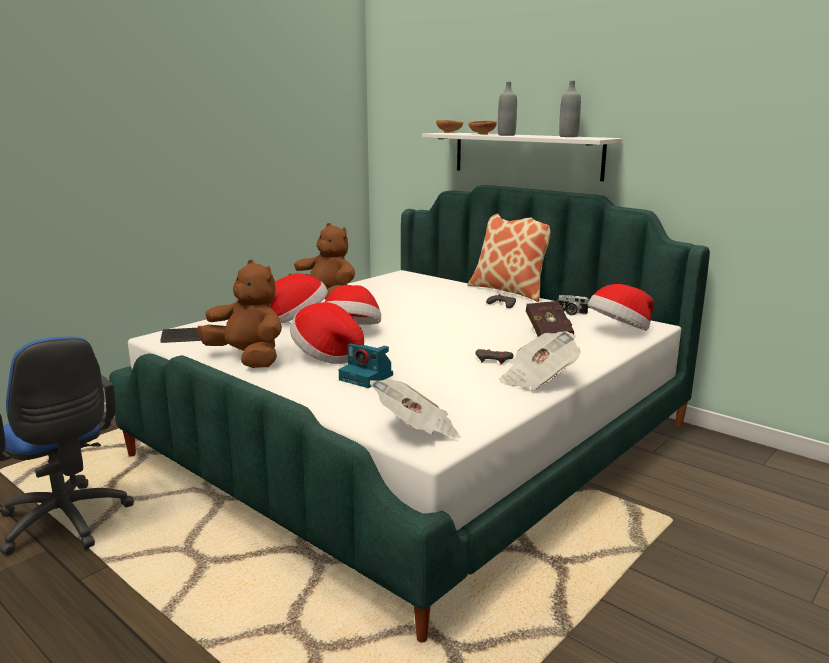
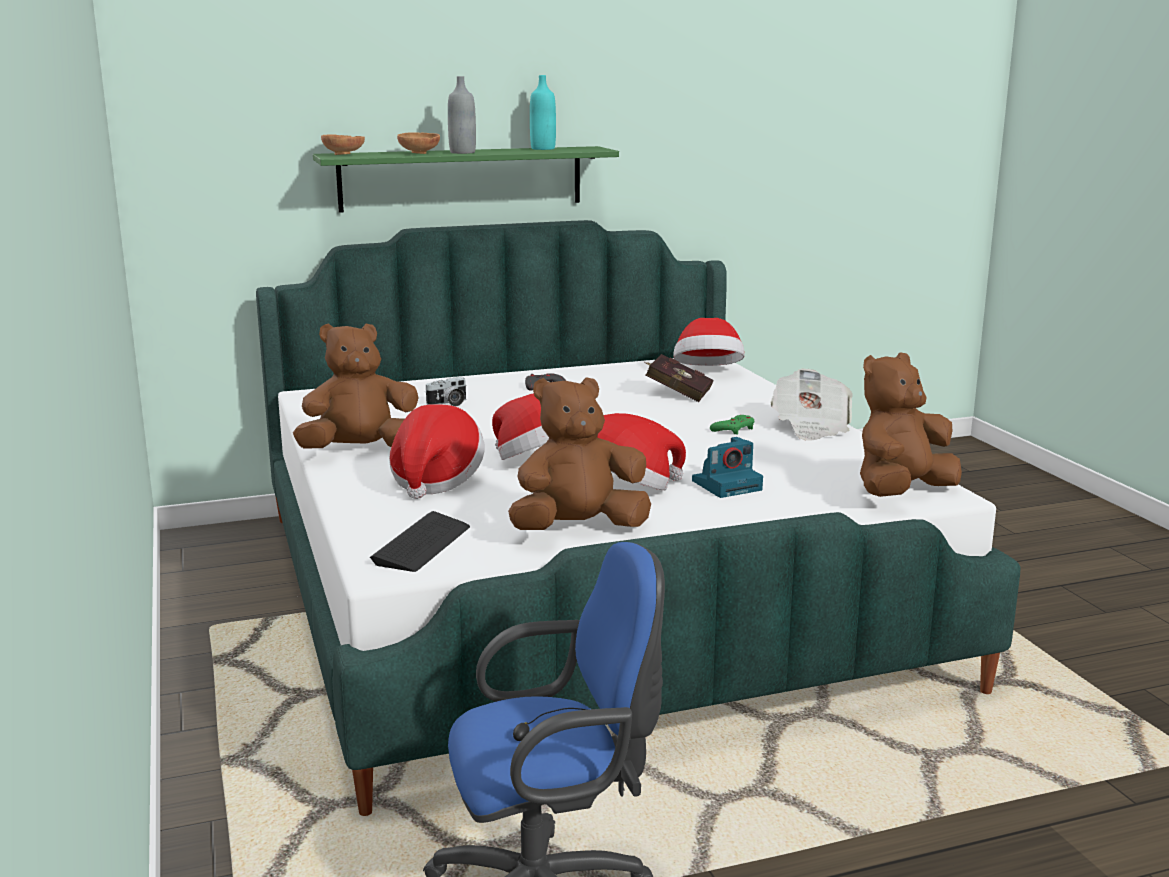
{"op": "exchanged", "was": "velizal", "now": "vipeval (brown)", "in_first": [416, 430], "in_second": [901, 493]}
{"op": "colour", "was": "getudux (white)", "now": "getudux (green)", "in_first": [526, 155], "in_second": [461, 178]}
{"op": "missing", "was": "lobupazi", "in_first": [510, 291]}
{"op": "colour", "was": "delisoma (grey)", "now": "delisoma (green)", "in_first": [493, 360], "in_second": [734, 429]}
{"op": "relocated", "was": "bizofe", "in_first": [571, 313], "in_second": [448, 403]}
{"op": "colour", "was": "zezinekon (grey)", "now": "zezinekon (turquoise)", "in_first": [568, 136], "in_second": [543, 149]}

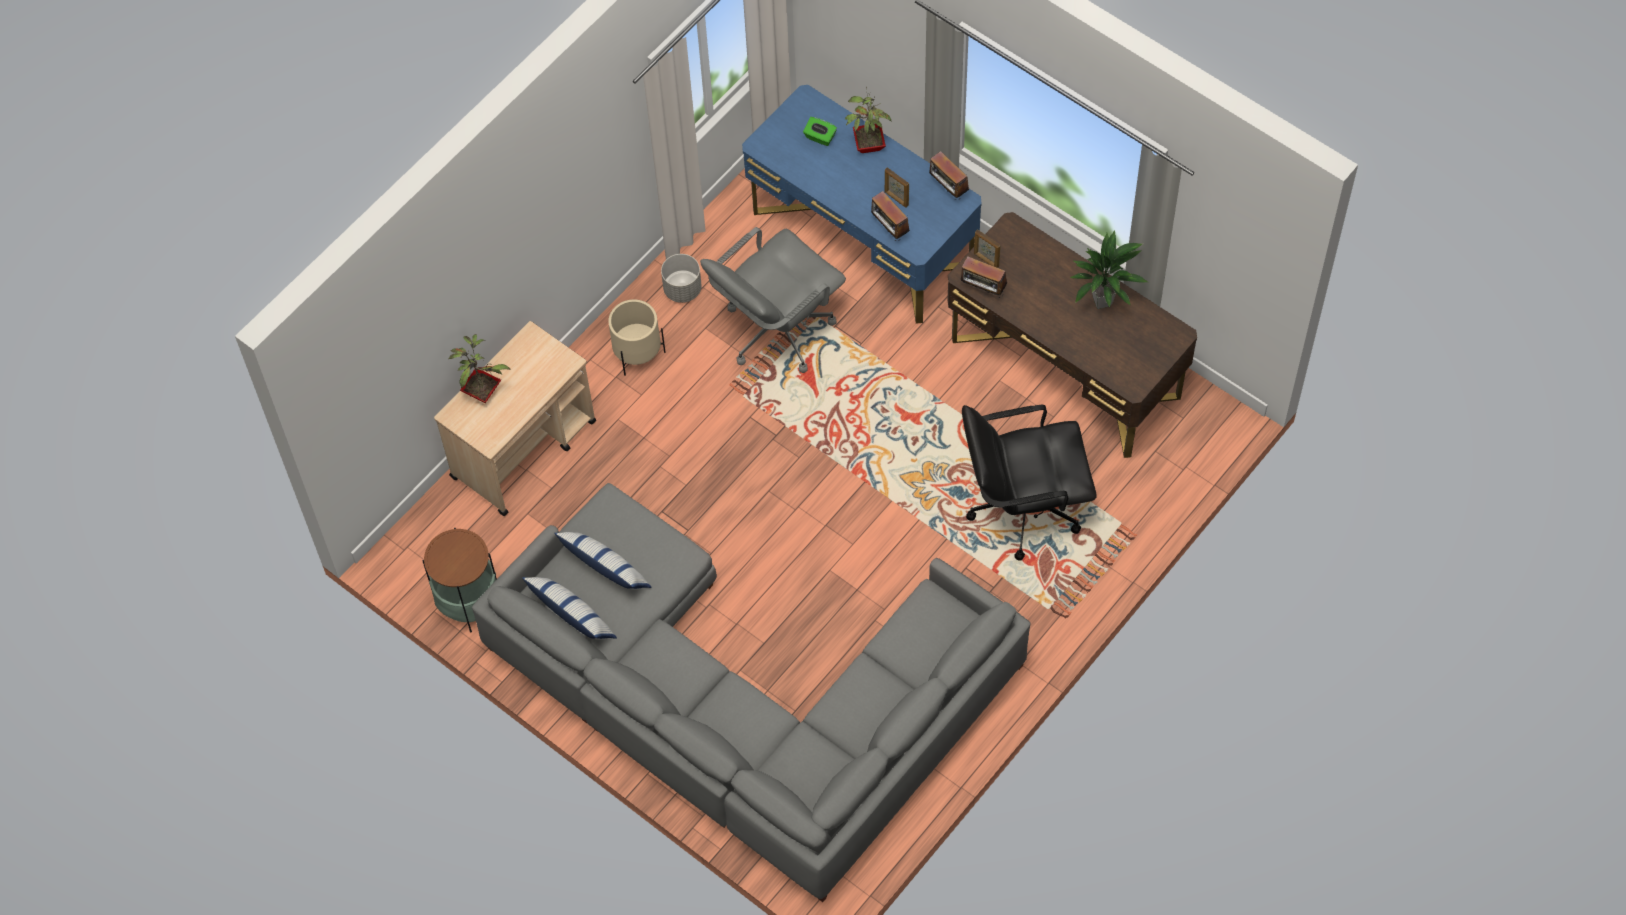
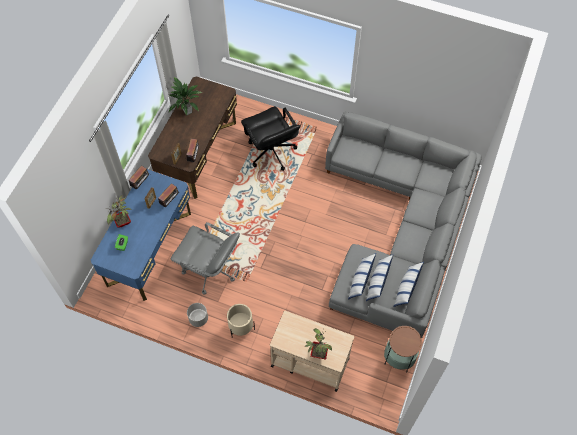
{"op": "appeared", "now": "lobupazi", "in_second": [360, 280]}

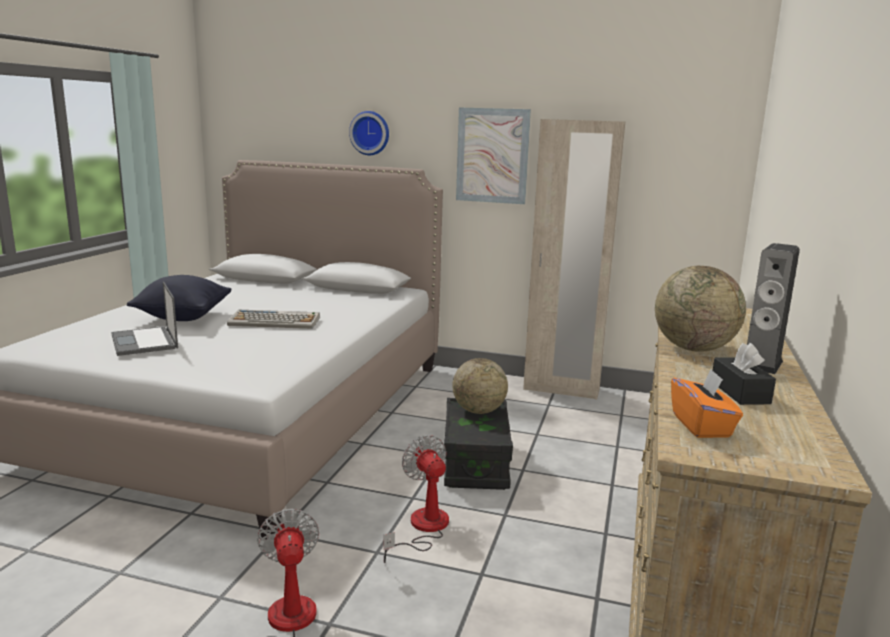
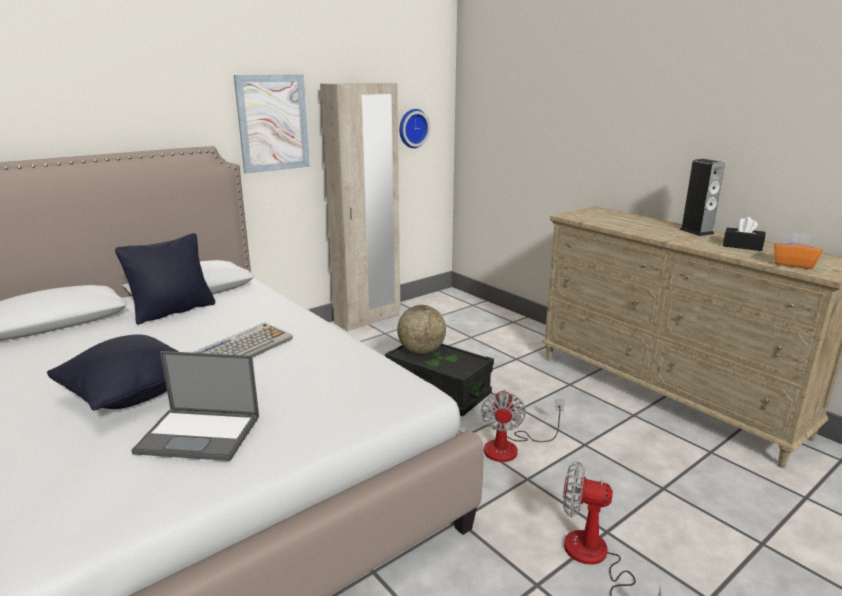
{"op": "relocated", "was": "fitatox", "in_first": [370, 133], "in_second": [412, 128]}
{"op": "spun", "was": "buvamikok", "in_first": [422, 528], "in_second": [511, 447], "clockwise": -90}
{"op": "missing", "was": "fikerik", "in_first": [693, 348]}
{"op": "appeared", "now": "lobupazi (black)", "in_second": [173, 311]}

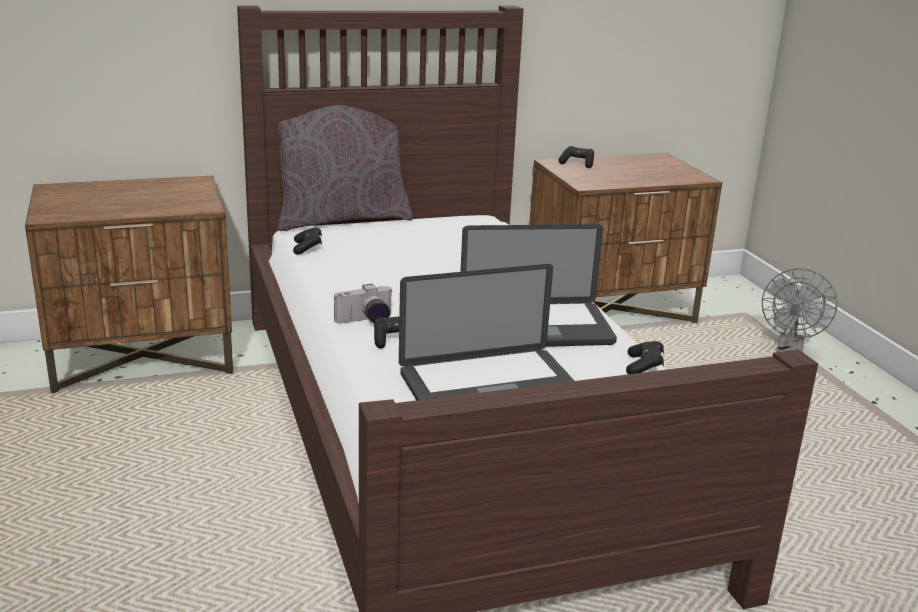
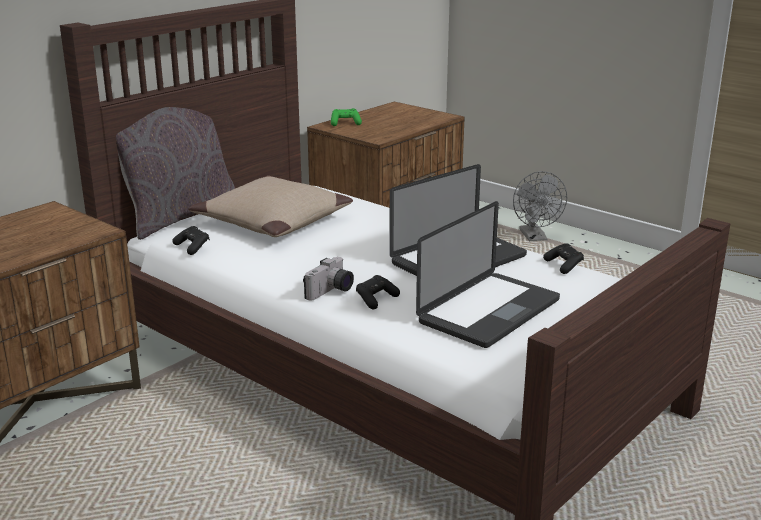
{"op": "colour", "was": "delisoma (black)", "now": "delisoma (green)", "in_first": [577, 164], "in_second": [345, 123]}
{"op": "appeared", "now": "lobupazi (beige)", "in_second": [272, 221]}

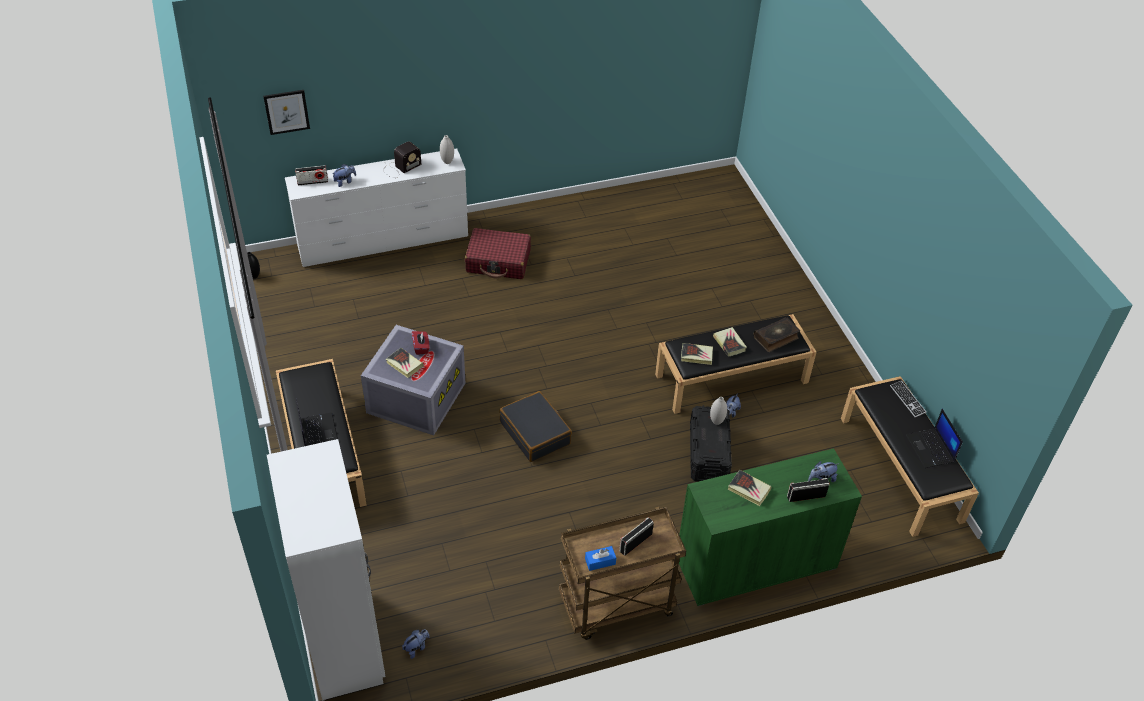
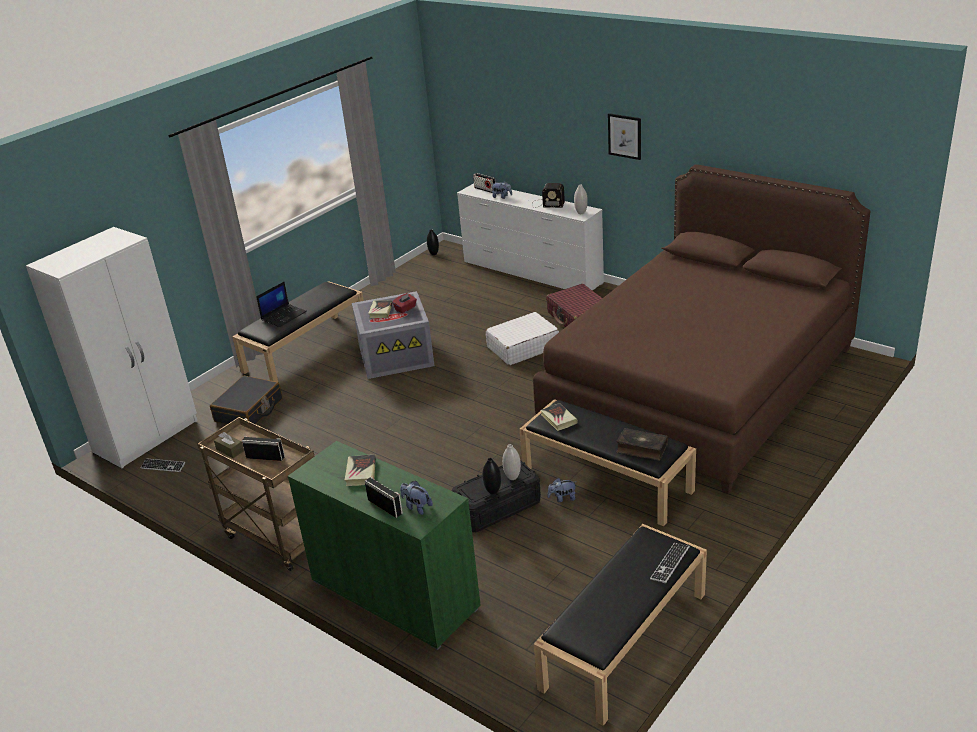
{"op": "relocated", "was": "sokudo", "in_first": [286, 111], "in_second": [625, 136]}
{"op": "exchanged", "was": "vipeval", "now": "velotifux", "in_first": [416, 648], "in_second": [163, 466]}
{"op": "relocated", "was": "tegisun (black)", "in_first": [535, 433], "in_second": [249, 410]}
{"op": "colour", "was": "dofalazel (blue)", "now": "dofalazel (brown)", "in_first": [600, 561], "in_second": [230, 450]}
{"op": "missing", "was": "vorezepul", "in_first": [729, 343]}
{"op": "missing", "was": "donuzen", "in_first": [931, 449]}
{"op": "appeared", "now": "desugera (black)", "in_second": [493, 491]}
{"op": "appeared", "now": "tegisun (white)", "in_second": [522, 347]}
{"op": "appeared", "now": "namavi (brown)", "in_second": [700, 386]}

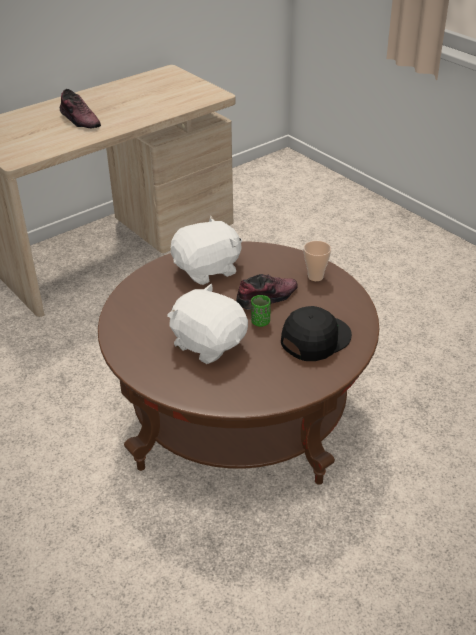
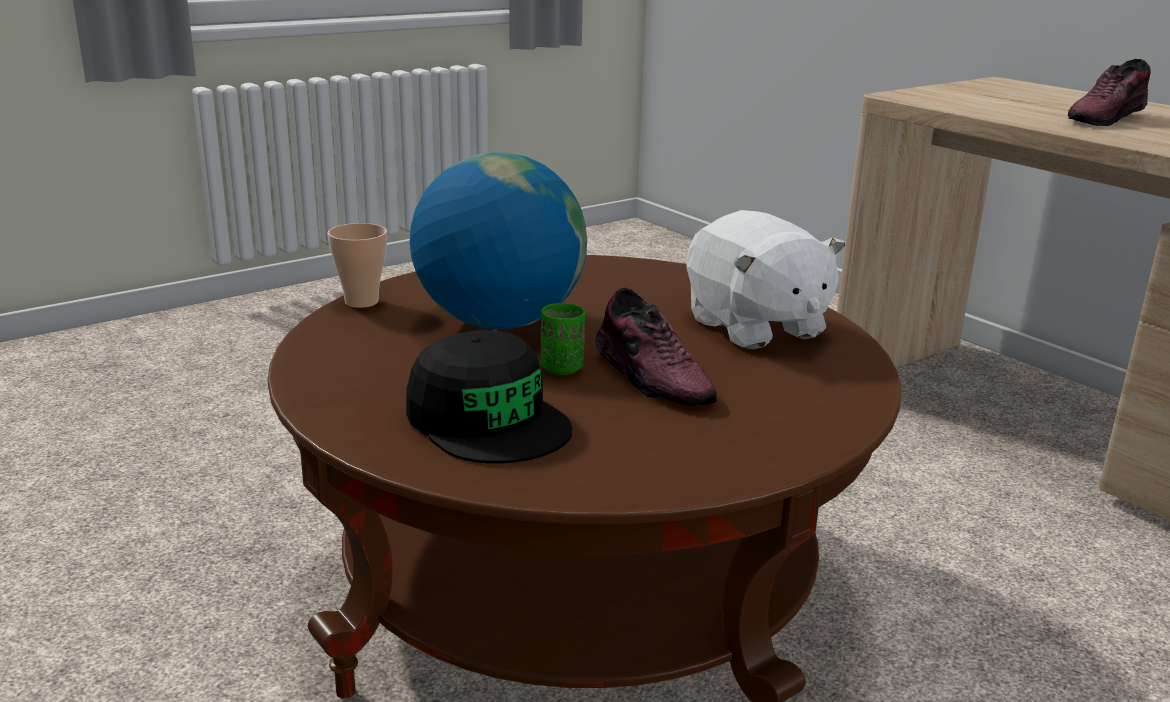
{"op": "exchanged", "was": "vipeval (white)", "now": "fikerik", "in_first": [208, 344], "in_second": [498, 323]}
{"op": "relocated", "was": "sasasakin", "in_first": [315, 277], "in_second": [361, 302]}

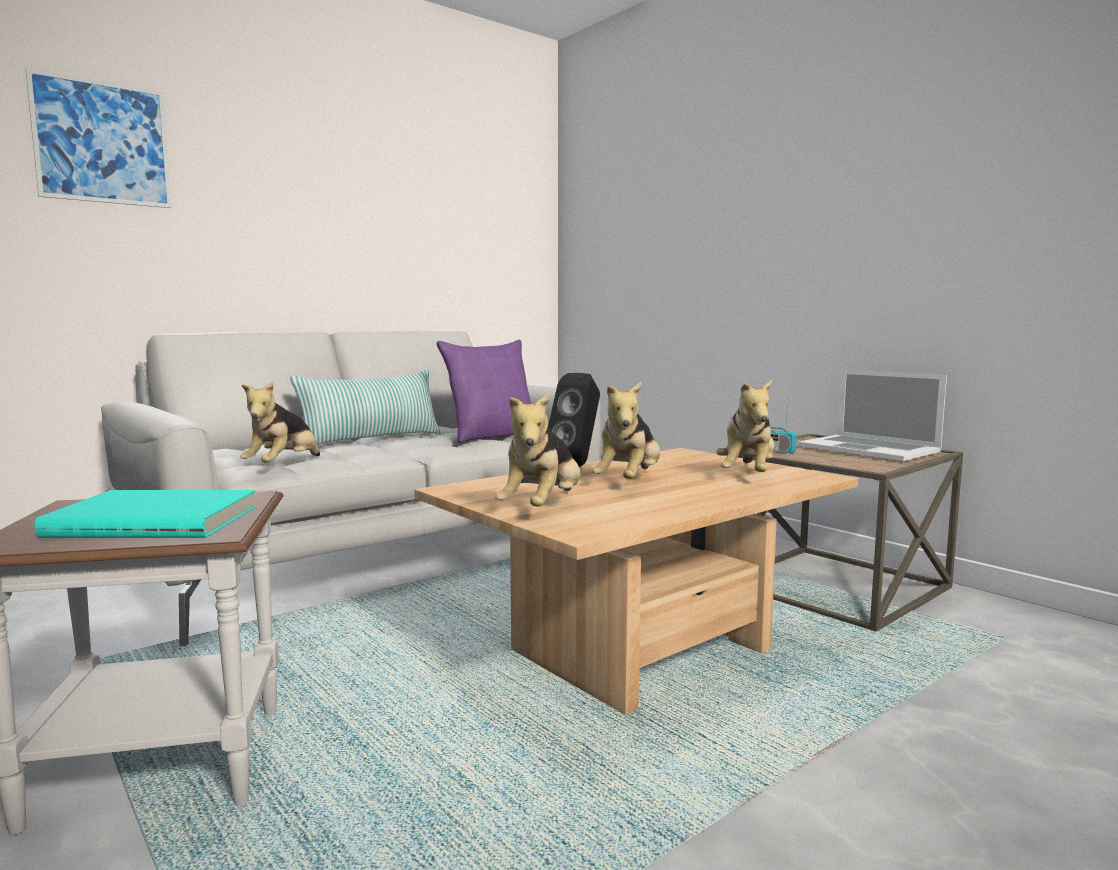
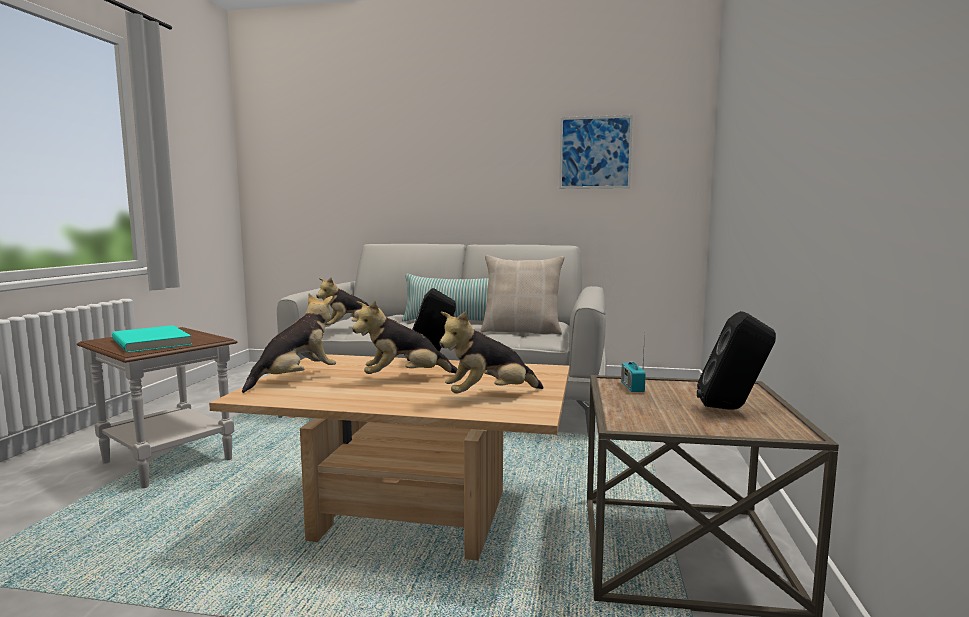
{"op": "relocated", "was": "sokudo", "in_first": [102, 142], "in_second": [595, 152]}
{"op": "colour", "was": "lobupazi (purple)", "now": "lobupazi (beige)", "in_first": [492, 436], "in_second": [522, 331]}
{"op": "spun", "was": "vipeval", "in_first": [543, 508], "in_second": [296, 379], "clockwise": 150}
{"op": "exchanged", "was": "donuzen", "now": "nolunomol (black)", "in_first": [868, 448], "in_second": [732, 409]}

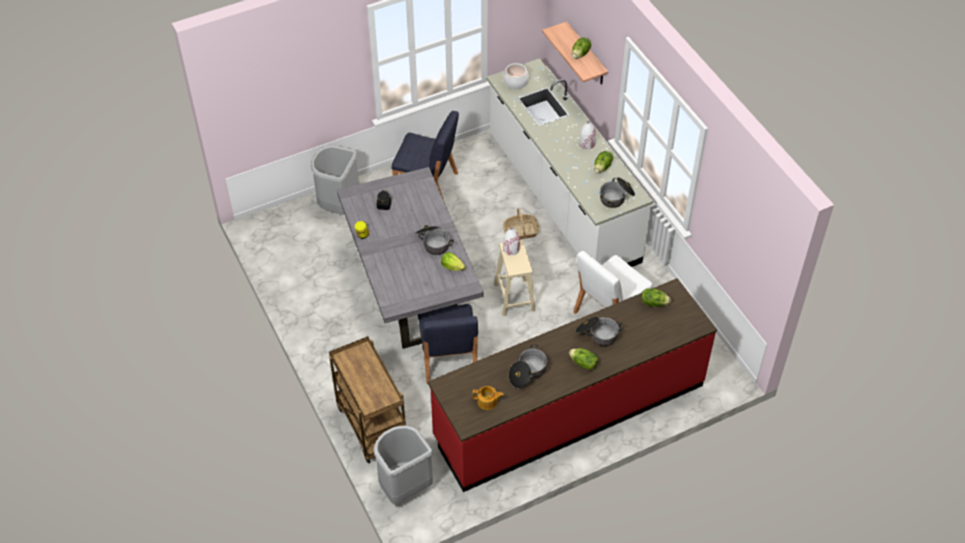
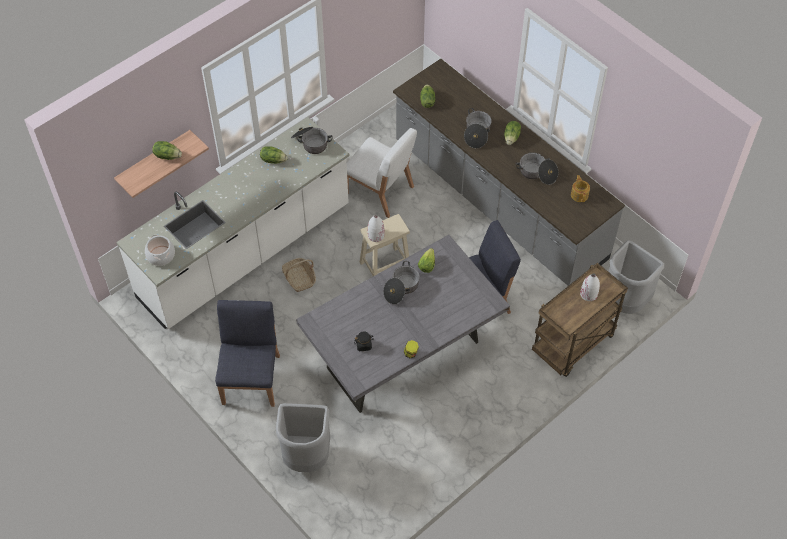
{"op": "colour", "was": "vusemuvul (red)", "now": "vusemuvul (grey)", "in_first": [569, 411], "in_second": [498, 201]}
{"op": "relocated", "was": "desugera (white)", "in_first": [587, 143], "in_second": [588, 294]}

